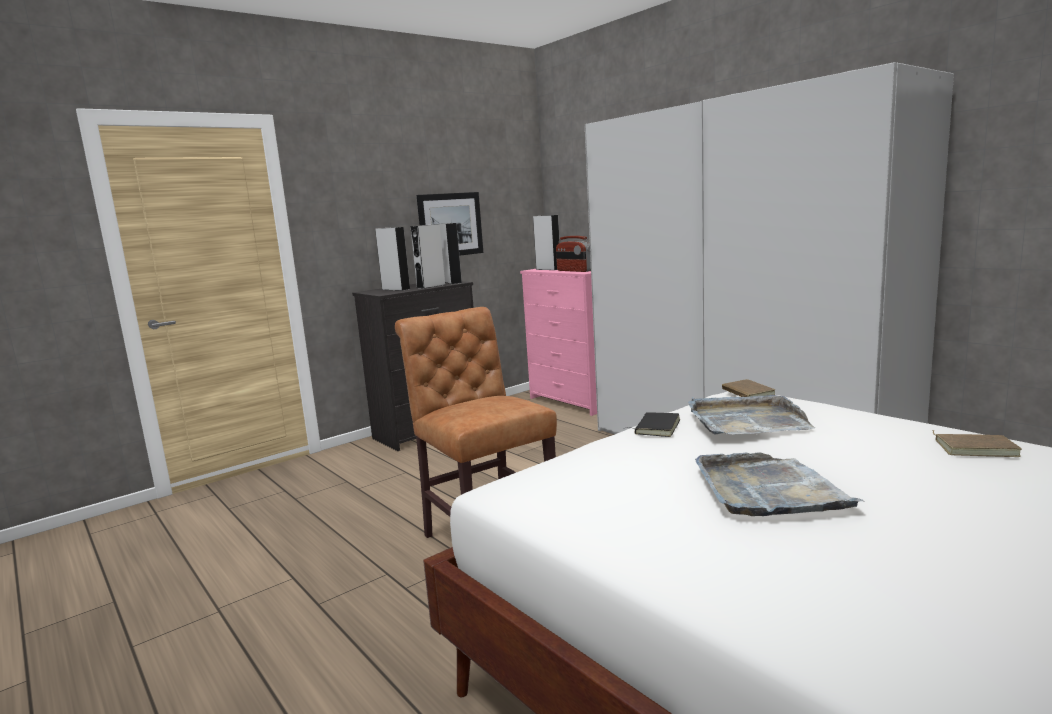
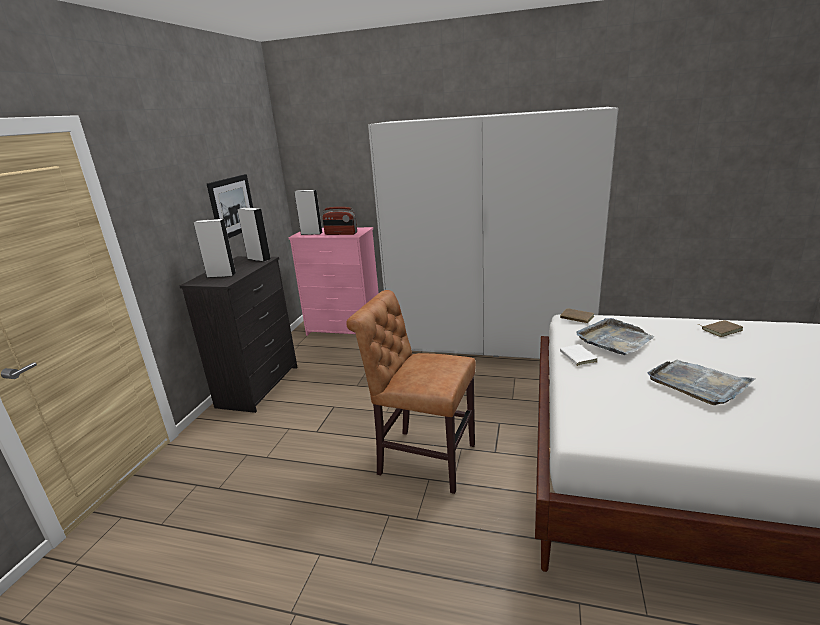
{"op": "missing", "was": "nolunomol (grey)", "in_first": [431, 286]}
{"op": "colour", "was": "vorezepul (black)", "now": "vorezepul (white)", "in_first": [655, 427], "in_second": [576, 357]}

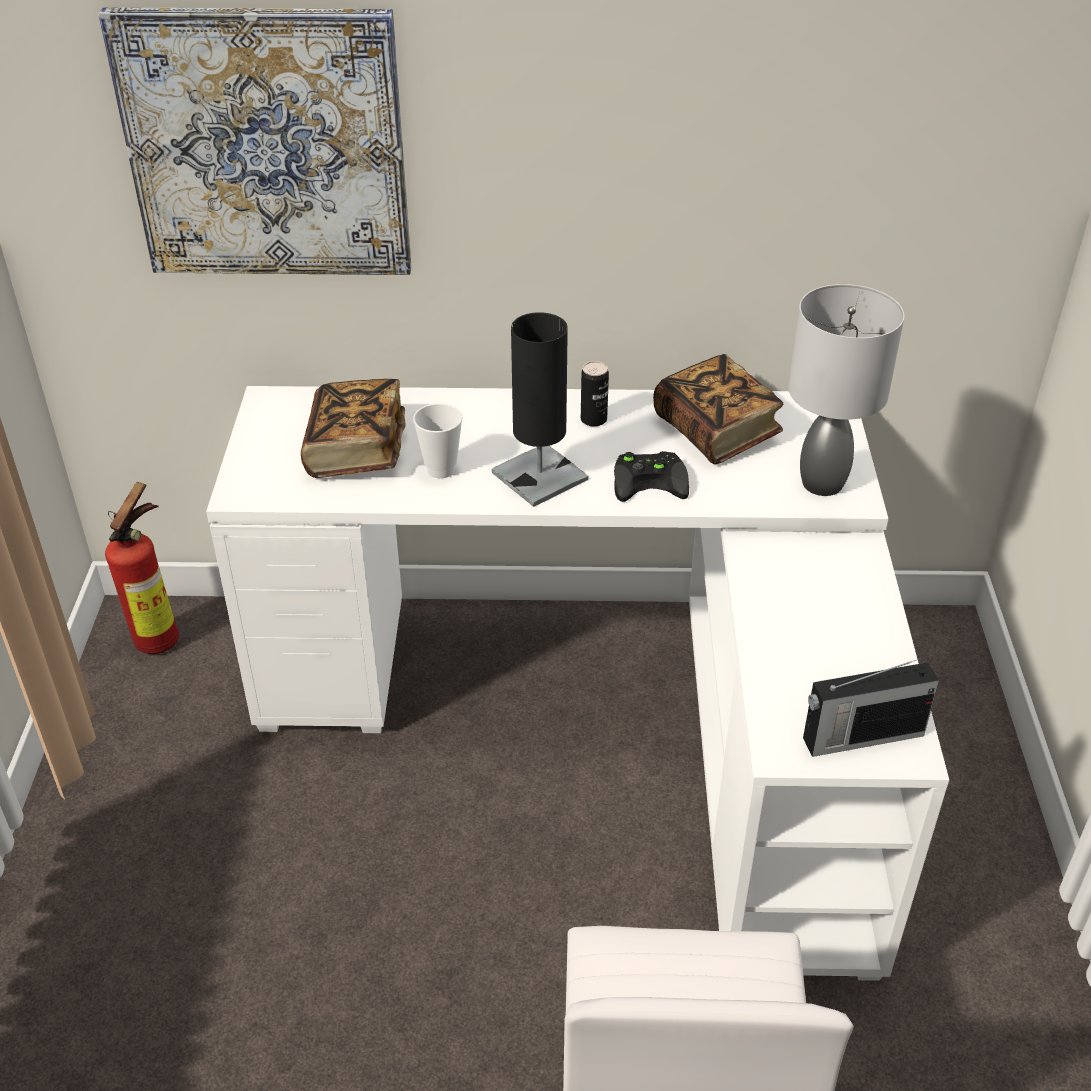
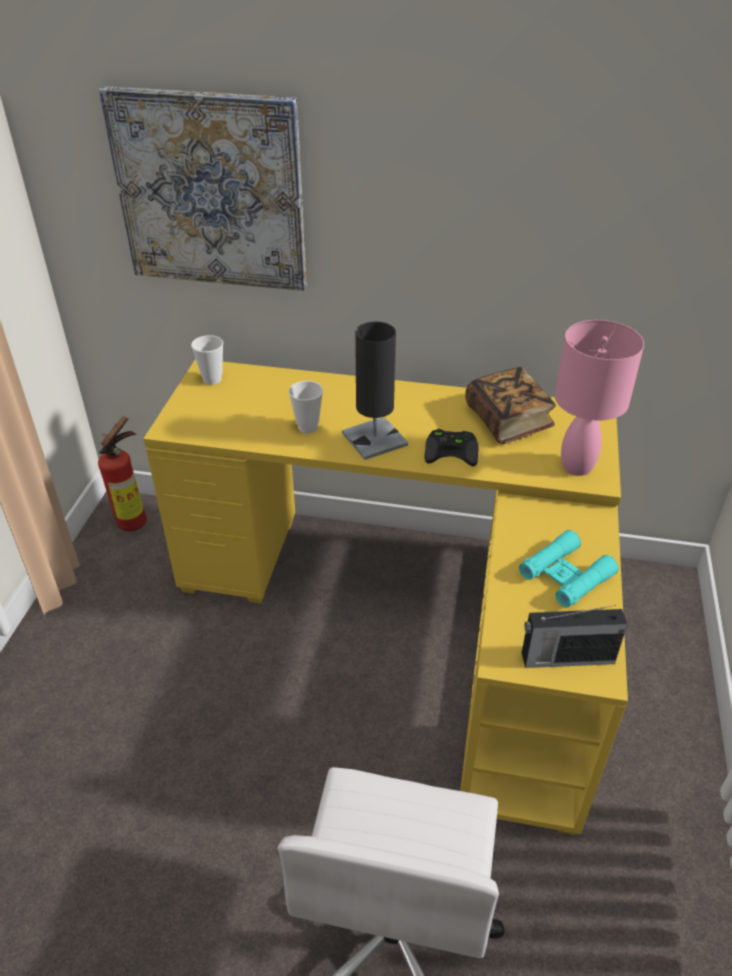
{"op": "colour", "was": "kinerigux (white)", "now": "kinerigux (yellow)", "in_first": [606, 715], "in_second": [416, 612]}
{"op": "missing", "was": "vorezepul", "in_first": [356, 450]}
{"op": "missing", "was": "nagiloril", "in_first": [593, 419]}
{"op": "colour", "was": "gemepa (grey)", "now": "gemepa (pink)", "in_first": [823, 484], "in_second": [577, 467]}
{"op": "appeared", "now": "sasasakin", "in_second": [212, 379]}
{"op": "appeared", "now": "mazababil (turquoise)", "in_second": [566, 575]}

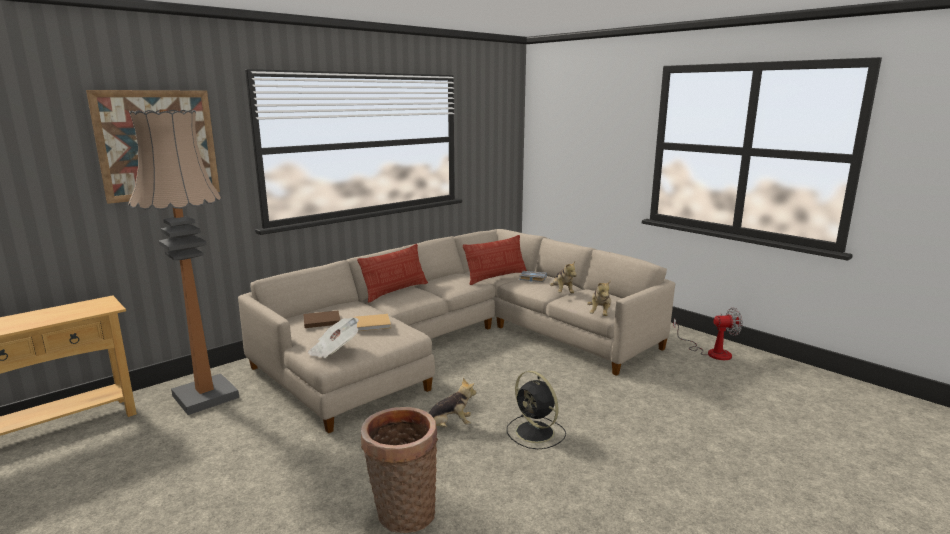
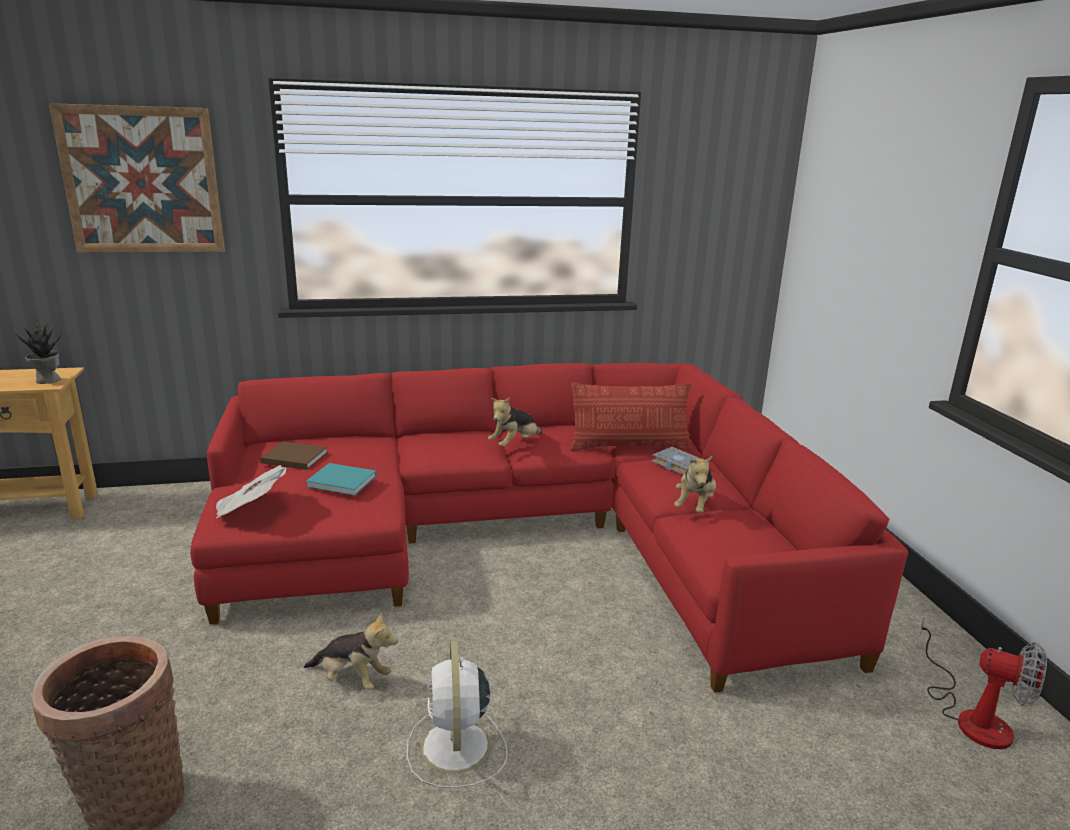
{"op": "missing", "was": "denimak", "in_first": [205, 396]}
{"op": "colour", "was": "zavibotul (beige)", "now": "zavibotul (red)", "in_first": [456, 343], "in_second": [526, 537]}
{"op": "colour", "was": "vorezepul (beige)", "now": "vorezepul (turquoise)", "in_first": [373, 324], "in_second": [343, 481]}
{"op": "missing", "was": "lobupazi", "in_first": [395, 291]}
{"op": "colour", "was": "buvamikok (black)", "now": "buvamikok (white)", "in_first": [536, 433], "in_second": [456, 748]}
{"op": "relocated", "was": "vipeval", "in_first": [600, 314], "in_second": [515, 444]}
{"op": "appeared", "now": "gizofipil", "in_second": [47, 380]}

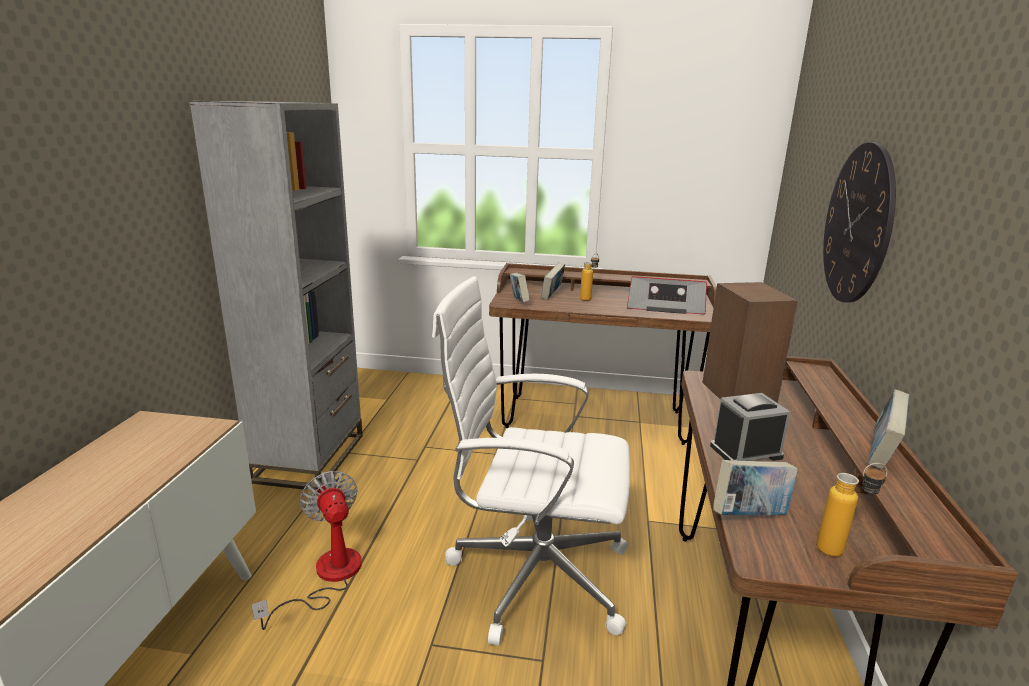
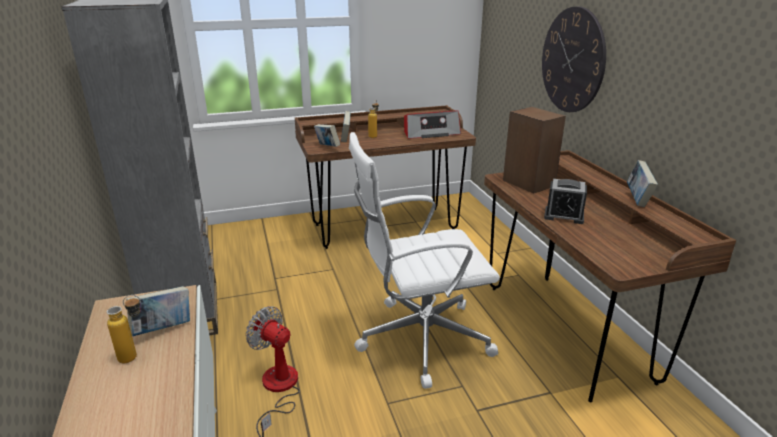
{"op": "spun", "was": "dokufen", "in_first": [746, 451], "in_second": [563, 216], "clockwise": -120}
{"op": "relocated", "was": "vorezepul", "in_first": [749, 515], "in_second": [163, 329]}
{"op": "relocated", "was": "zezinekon", "in_first": [840, 550], "in_second": [135, 356]}

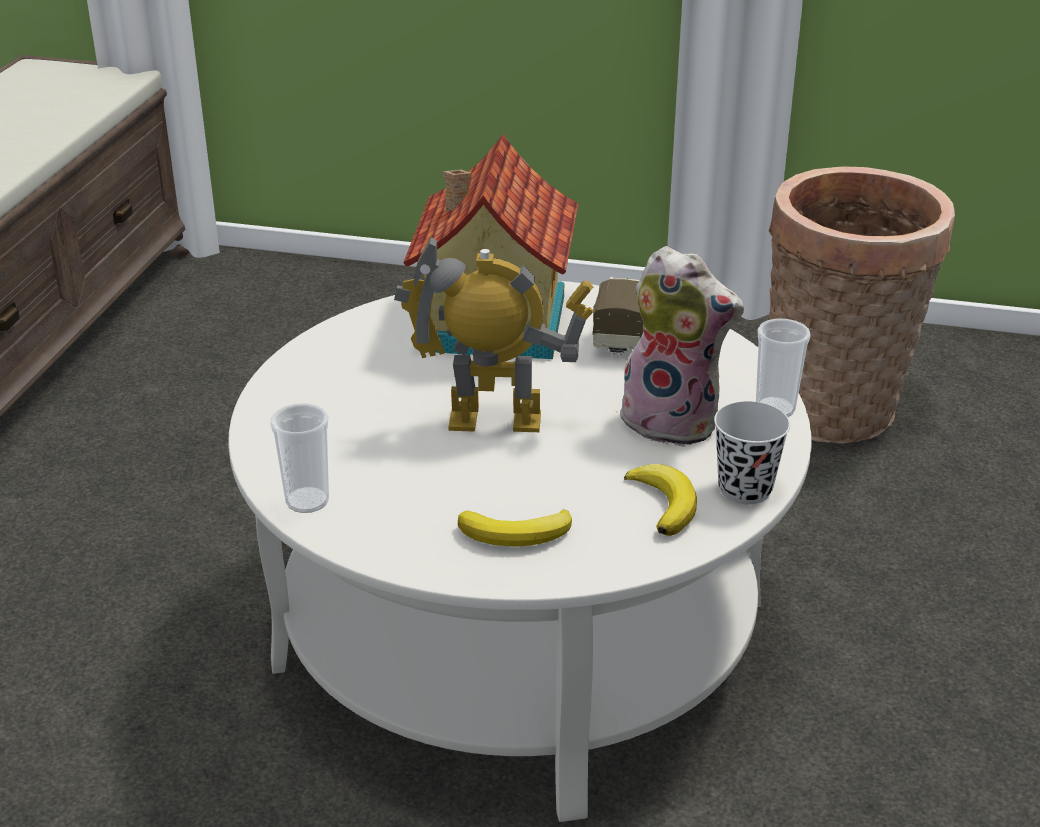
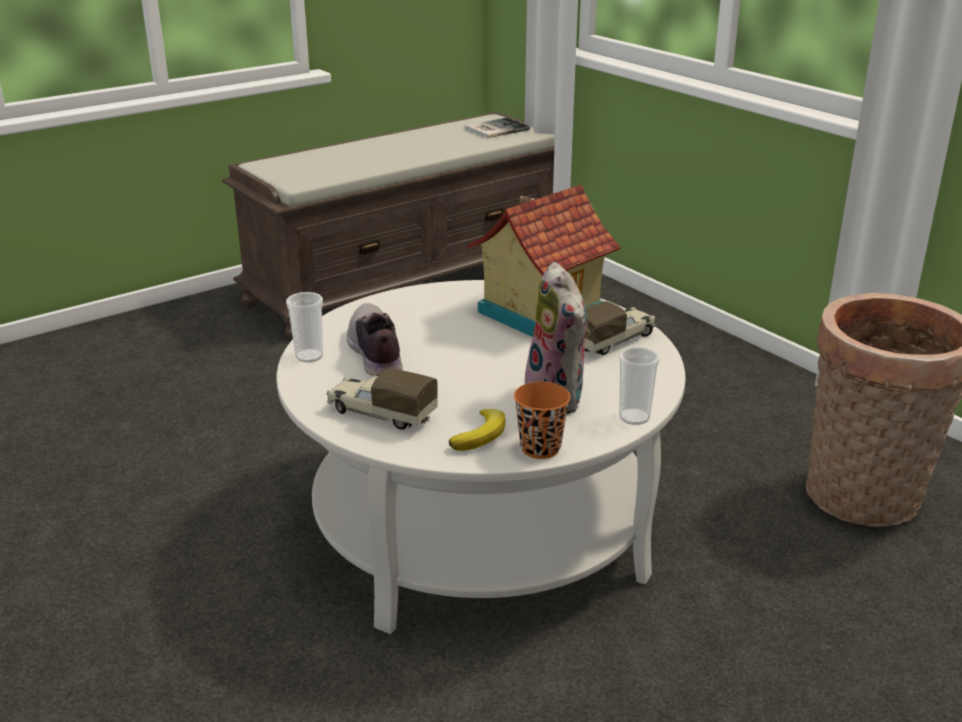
{"op": "missing", "was": "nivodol", "in_first": [494, 421]}
{"op": "exchanged", "was": "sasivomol", "now": "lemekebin", "in_first": [518, 534], "in_second": [380, 414]}
{"op": "colour", "was": "sasasakin (black)", "now": "sasasakin (orange)", "in_first": [745, 489], "in_second": [540, 448]}
{"op": "appeared", "now": "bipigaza", "in_second": [374, 352]}
{"op": "appeared", "now": "vorezepul", "in_second": [494, 129]}

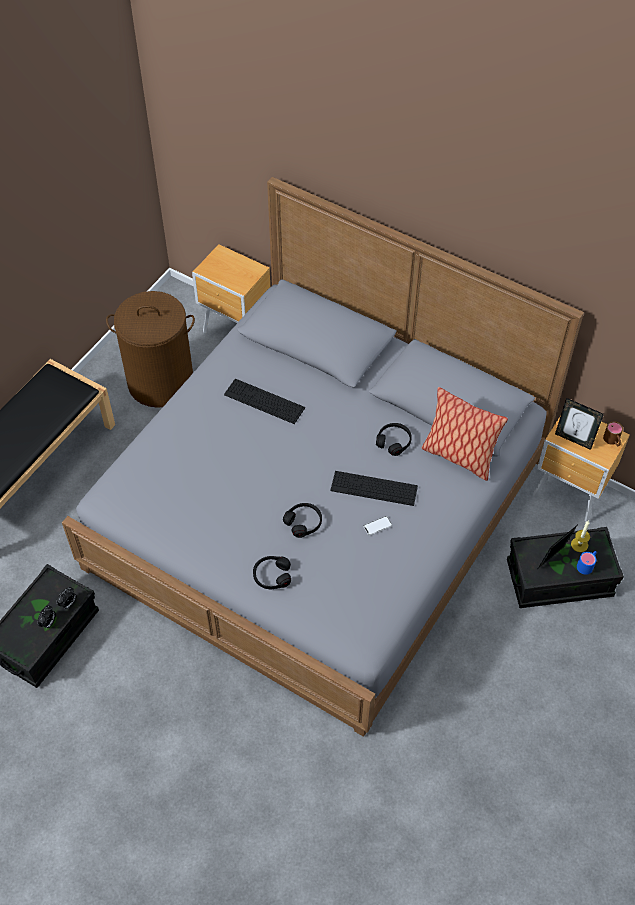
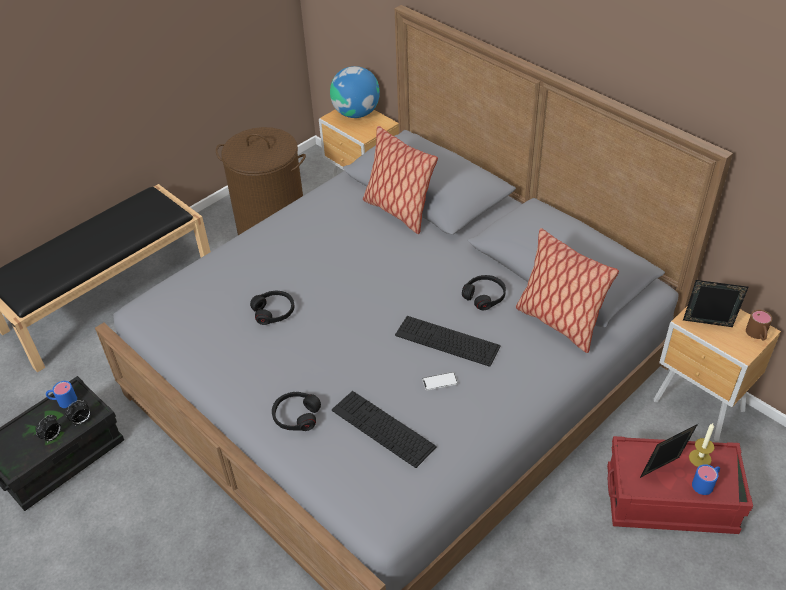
{"op": "relocated", "was": "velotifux", "in_first": [264, 401], "in_second": [383, 428]}
{"op": "relocated", "was": "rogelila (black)", "in_first": [303, 522], "in_second": [274, 311]}
{"op": "colour", "was": "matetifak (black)", "now": "matetifak (red)", "in_first": [559, 579], "in_second": [670, 500]}
{"op": "spun", "was": "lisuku", "in_first": [574, 439], "in_second": [707, 326], "clockwise": 150}
{"op": "appeared", "now": "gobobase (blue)", "in_second": [63, 401]}
{"op": "appeared", "now": "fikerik", "in_second": [356, 113]}
{"op": "appeared", "now": "lobupazi", "in_second": [398, 211]}

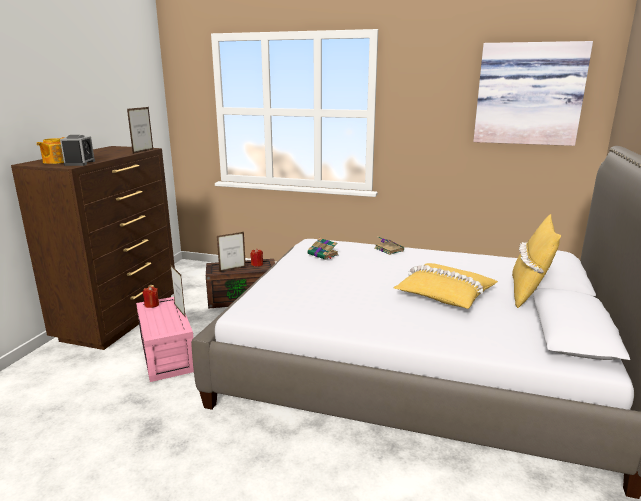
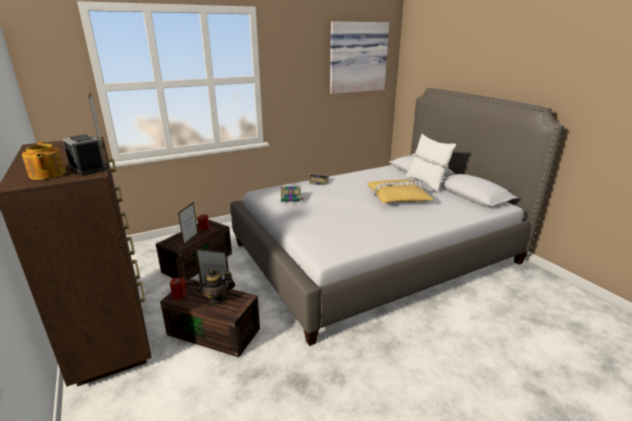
{"op": "colour", "was": "matetifak (pink)", "now": "matetifak (brown)", "in_first": [169, 354], "in_second": [215, 331]}
{"op": "colour", "was": "lobupazi (yellow)", "now": "lobupazi (white)", "in_first": [528, 293], "in_second": [426, 183]}
{"op": "appeared", "now": "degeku", "in_second": [216, 299]}

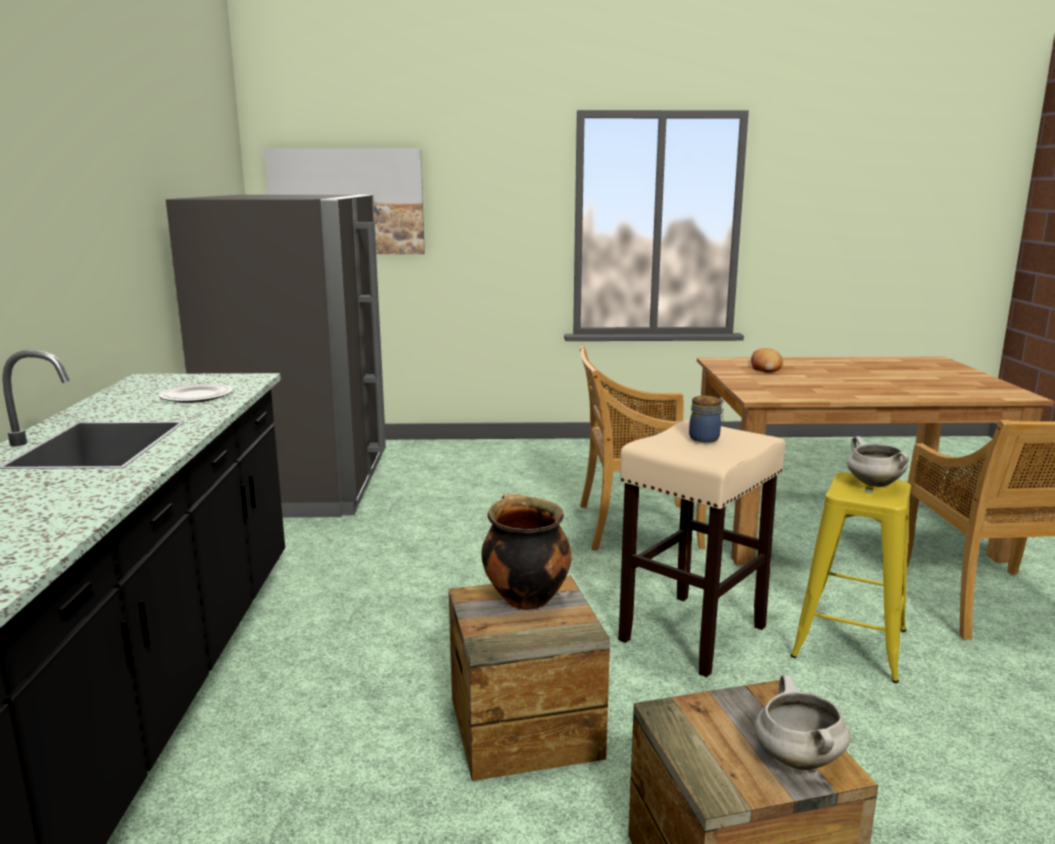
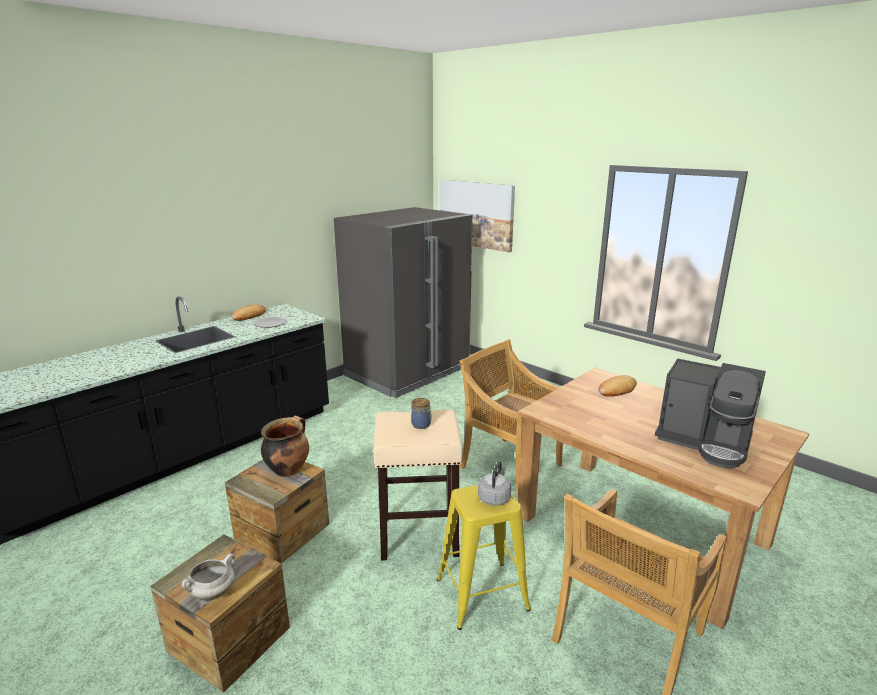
{"op": "exchanged", "was": "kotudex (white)", "now": "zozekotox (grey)", "in_first": [873, 484], "in_second": [494, 497]}
{"op": "appeared", "now": "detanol", "in_second": [249, 316]}
{"op": "appeared", "now": "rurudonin", "in_second": [705, 442]}

